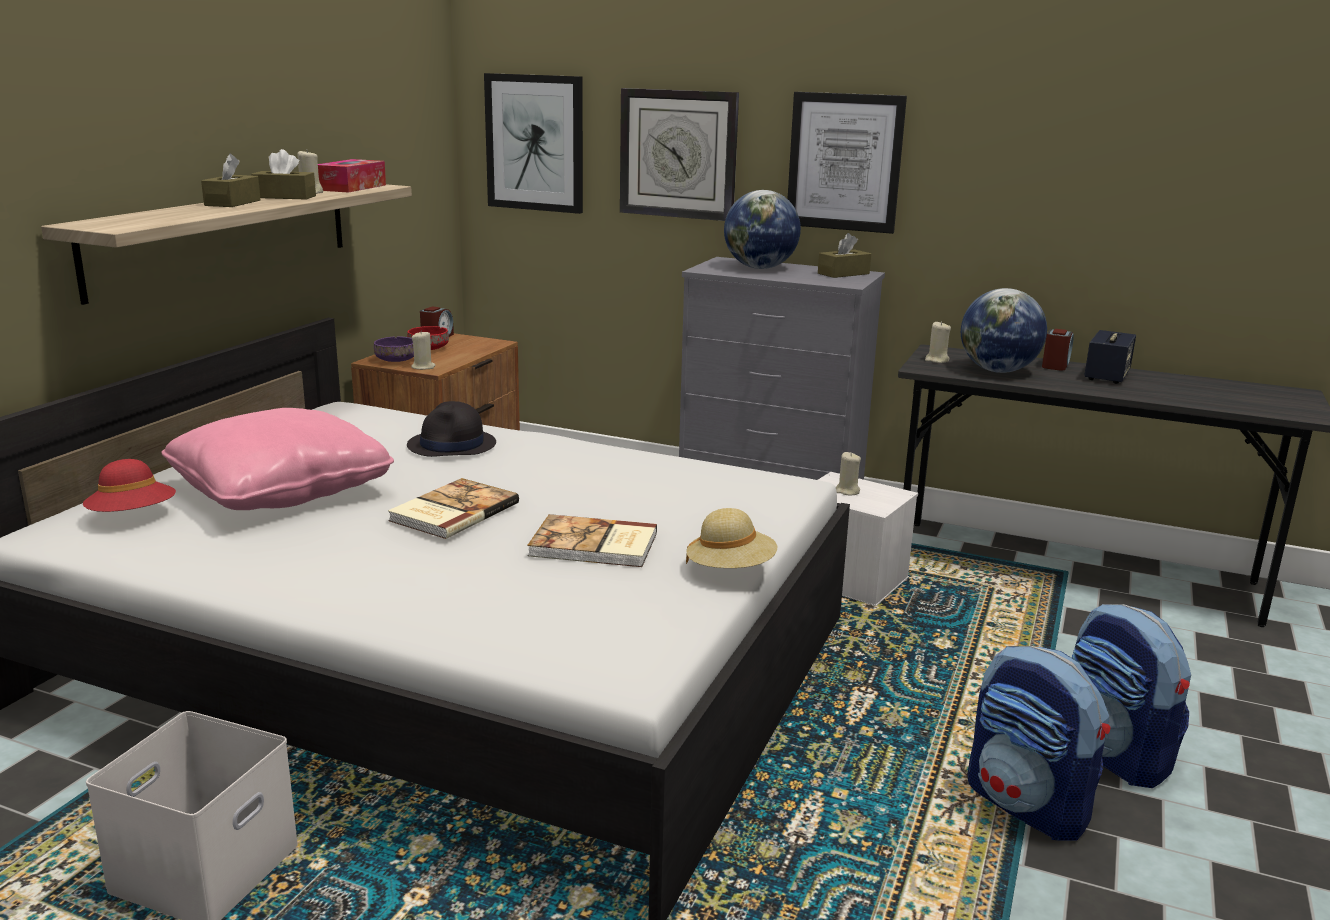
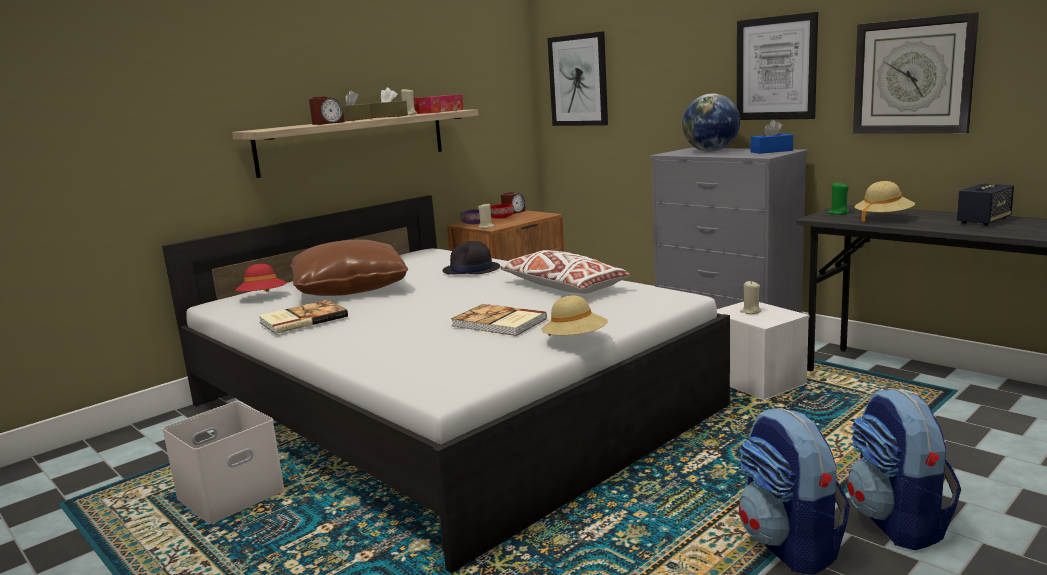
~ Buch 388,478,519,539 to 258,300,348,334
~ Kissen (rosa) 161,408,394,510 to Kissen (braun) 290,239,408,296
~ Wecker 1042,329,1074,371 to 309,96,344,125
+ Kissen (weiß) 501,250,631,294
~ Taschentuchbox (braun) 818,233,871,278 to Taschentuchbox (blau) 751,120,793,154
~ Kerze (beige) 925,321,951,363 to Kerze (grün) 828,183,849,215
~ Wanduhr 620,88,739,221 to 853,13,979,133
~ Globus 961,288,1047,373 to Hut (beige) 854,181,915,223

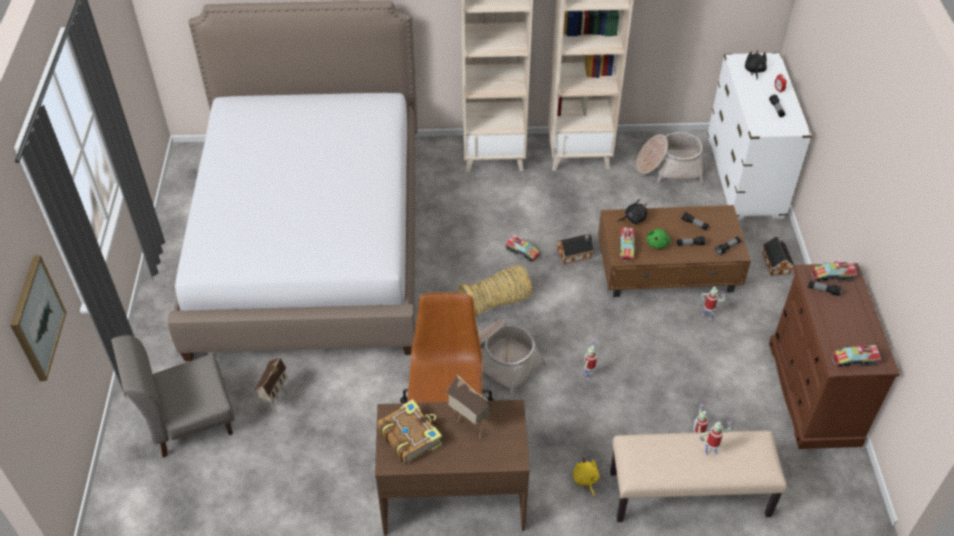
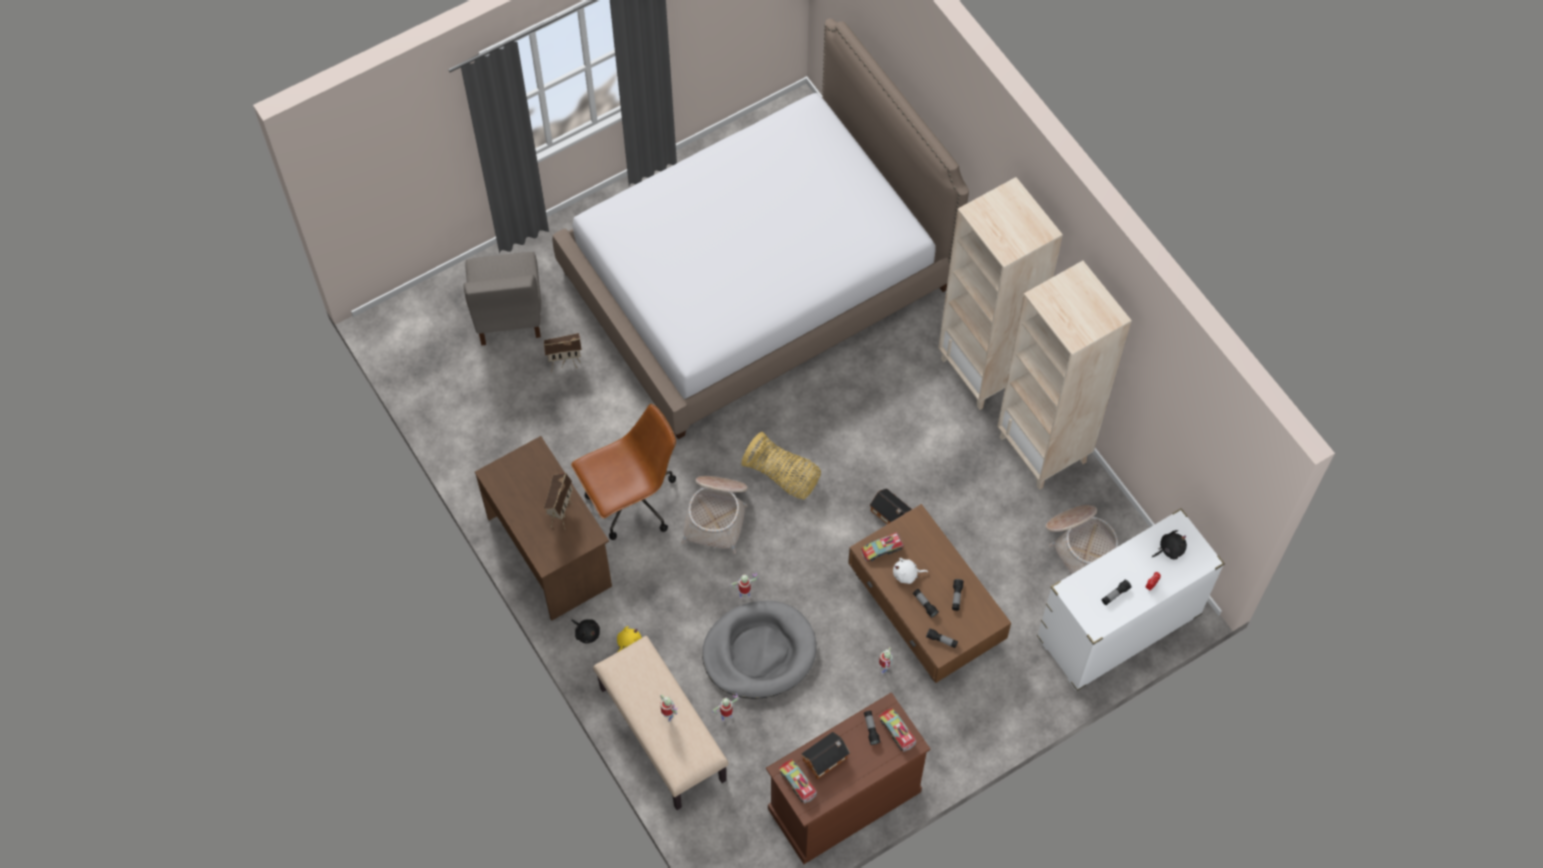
~ Stuhl (grau) 111,335,235,457 = 463,252,541,346 135 degrees counterclockwise
~ Plüschtier (schwarz) 617,199,647,224 to 571,619,600,644
+ Hundebett (grau) 702,601,817,699
~ Spielzeughaus 762,237,794,276 to 801,732,850,779
~ Plüschtier (grün) 647,229,670,249 to Plüschtier (weiß) 893,558,928,584
- Bild 10,255,67,381
- Buch 378,399,442,464
- Spielzeuglaster 505,235,540,261

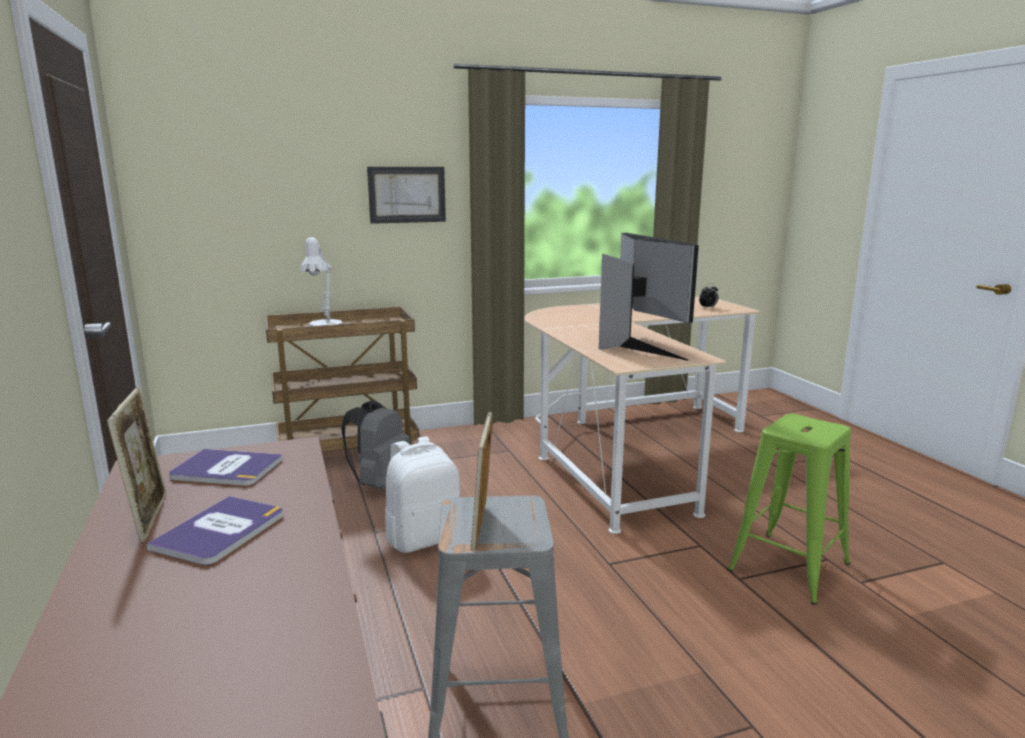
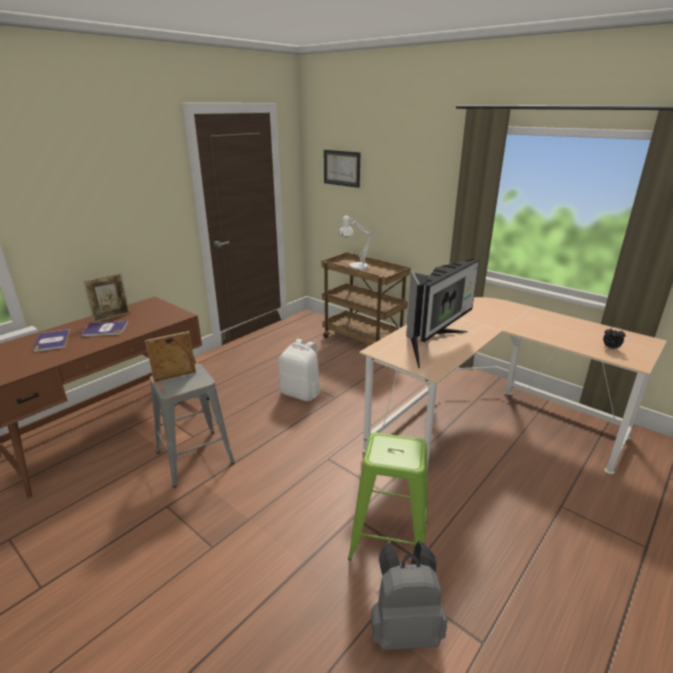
~ Buch 169,449,283,486 to 33,329,71,352
~ Bild 367,167,446,224 to 324,150,360,188
~ Rucksack (grau) 341,400,410,489 to 371,541,447,650

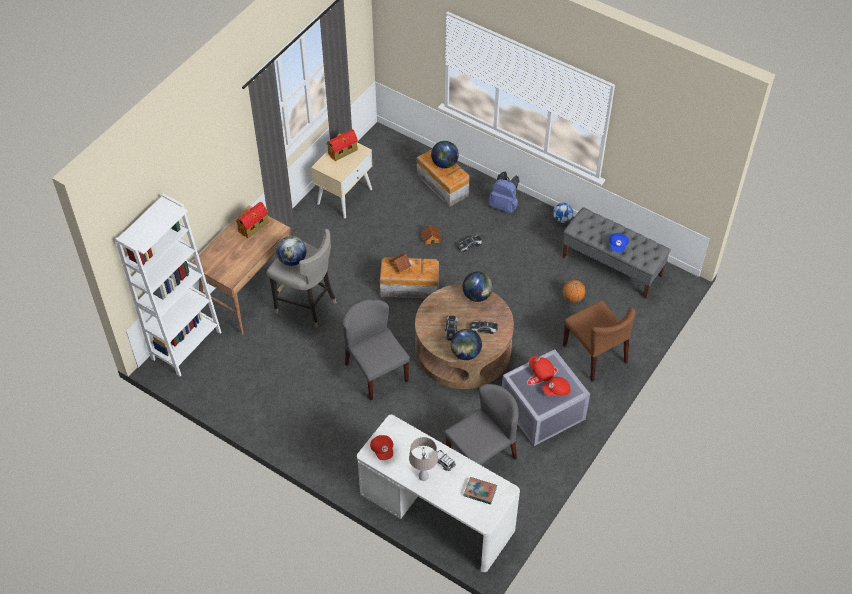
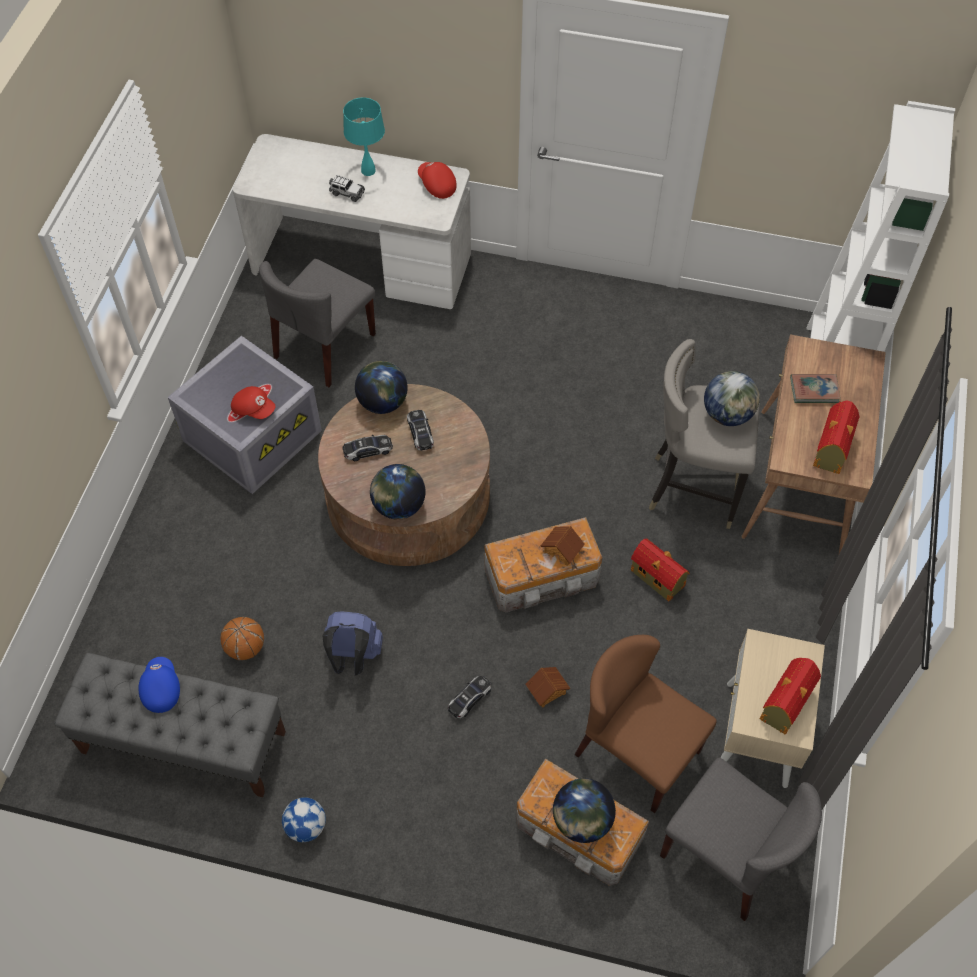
~ Rucksack (blau) 488,171,519,213 to 322,611,383,675
~ Tischlampe (beige) 409,437,438,481 to Tischlampe (türkis) 343,98,385,176
~ Stuhl (braun) 563,300,635,381 to 575,635,717,813
+ Spielzeughaus 631,539,689,601
~ Stuhl (grau) 343,299,410,400 to 660,757,822,921
~ Buch 464,477,497,505 to 790,374,841,403
- Kappe (rot) 542,377,571,396

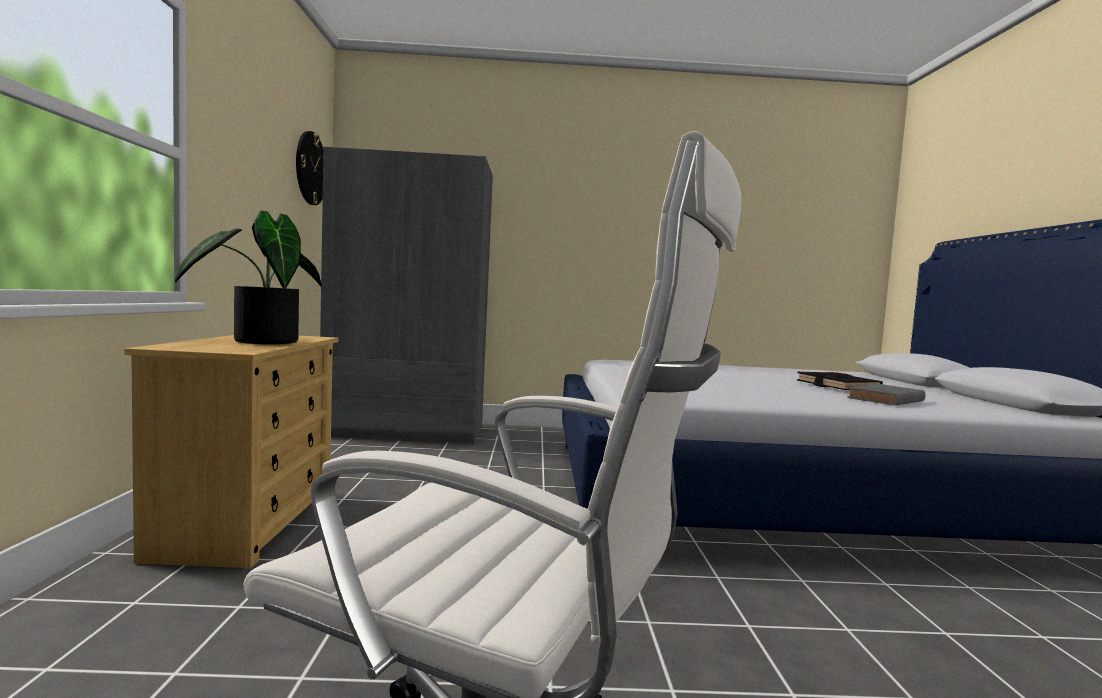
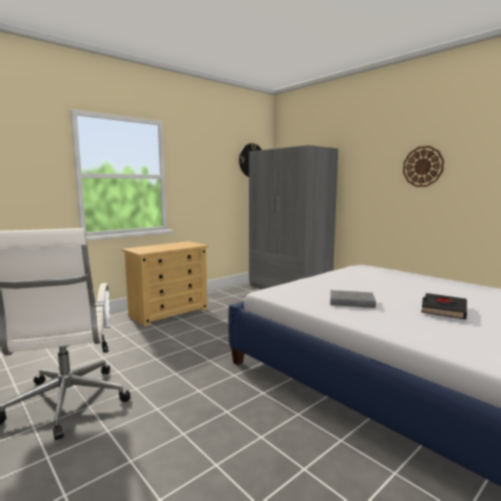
~ Buch (grau) 847,384,925,406 to 330,290,376,308
+ Wanduhr 403,146,444,187
- Topfpflanze 175,211,322,344

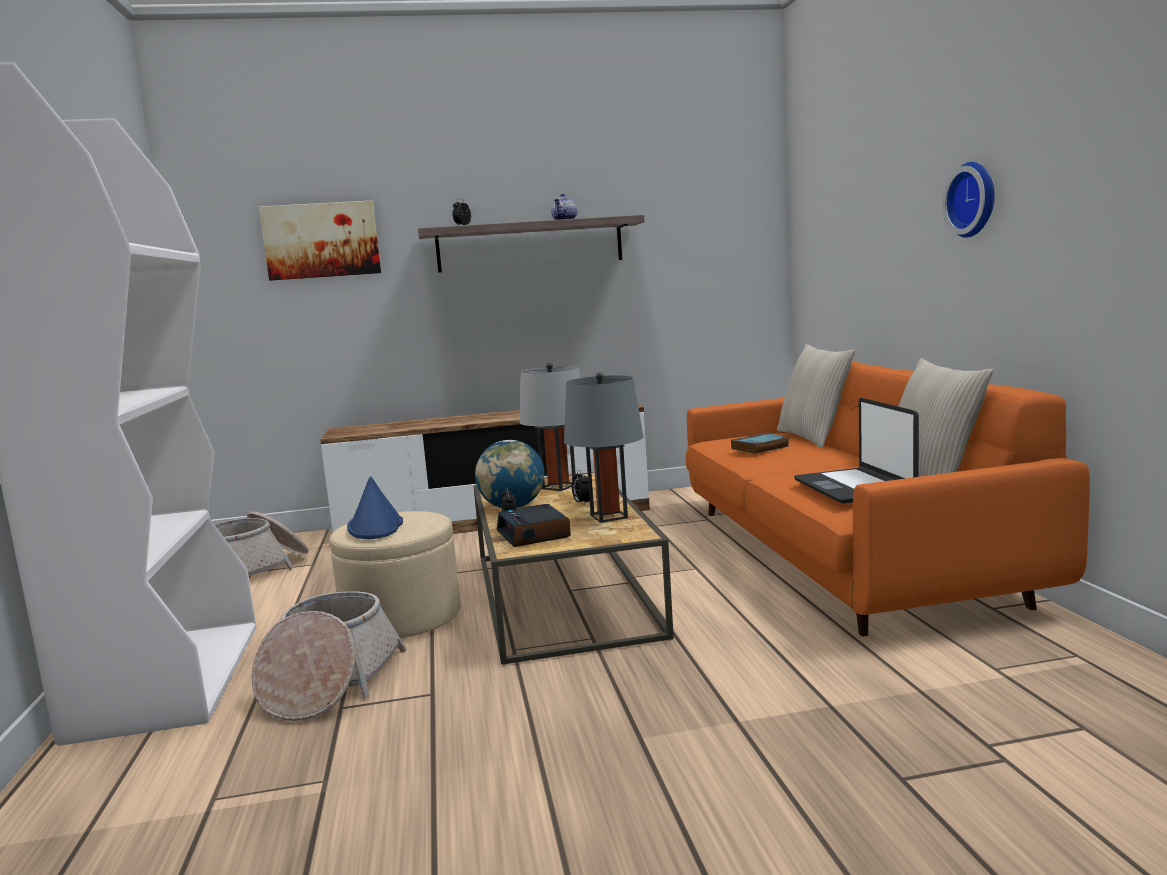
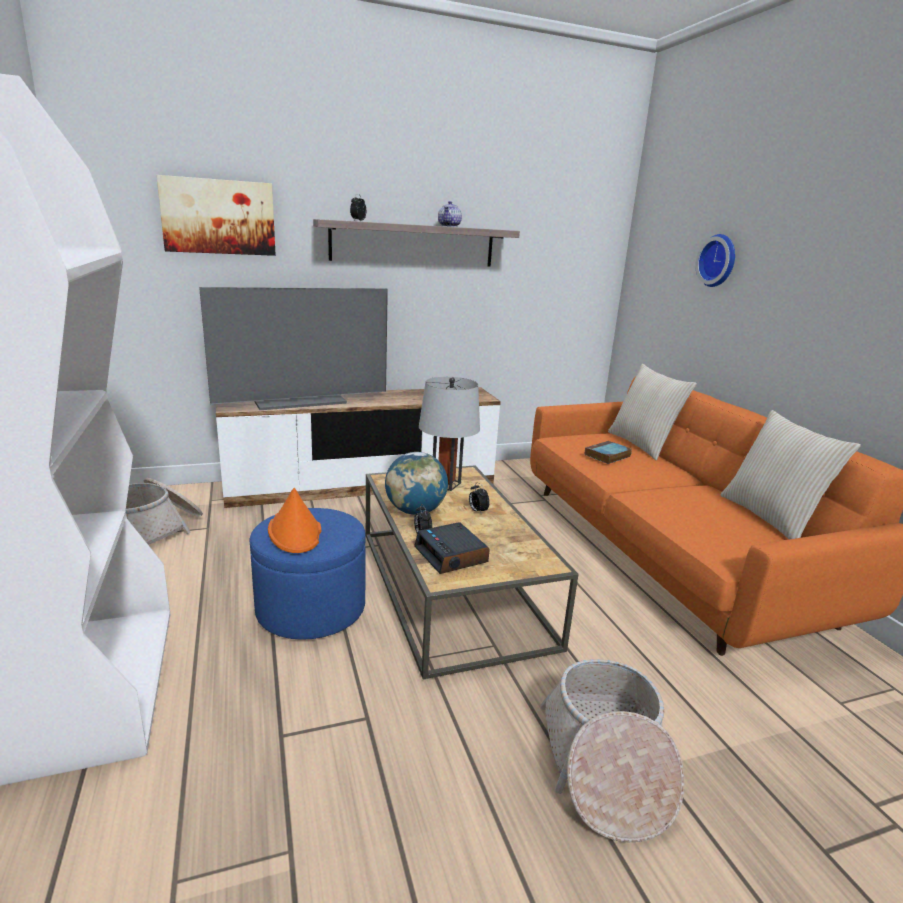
+ Fernseher 199,287,388,410
~ Polsterhocker (beige) 329,511,461,638 to Polsterhocker (blau) 250,508,366,640
~ Hut (blau) 347,476,403,539 to Hut (orange) 268,488,321,553
~ Korb 252,591,407,721 to 540,659,684,842
~ Wanduhr 942,162,995,238 to 695,234,735,287
- Tischlampe (grau) 564,372,644,523
- Laptop 794,398,919,504

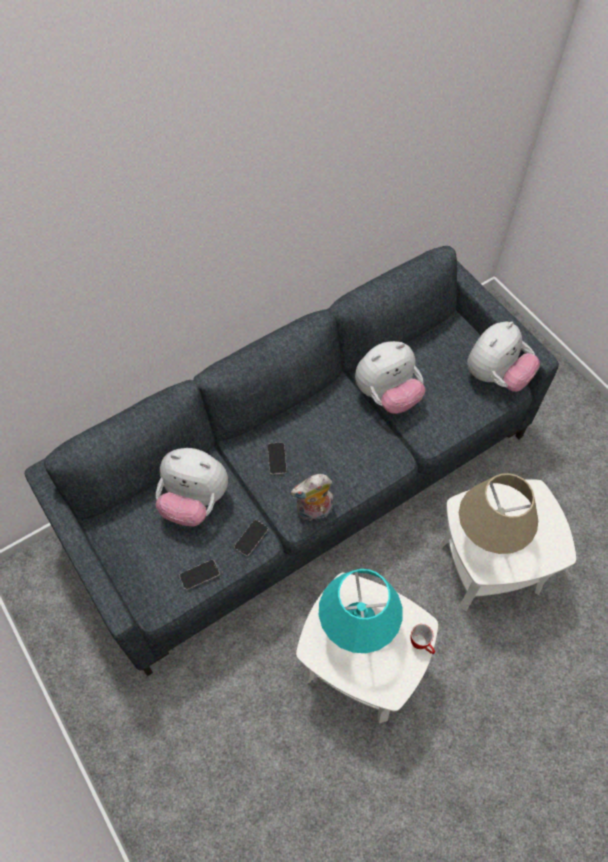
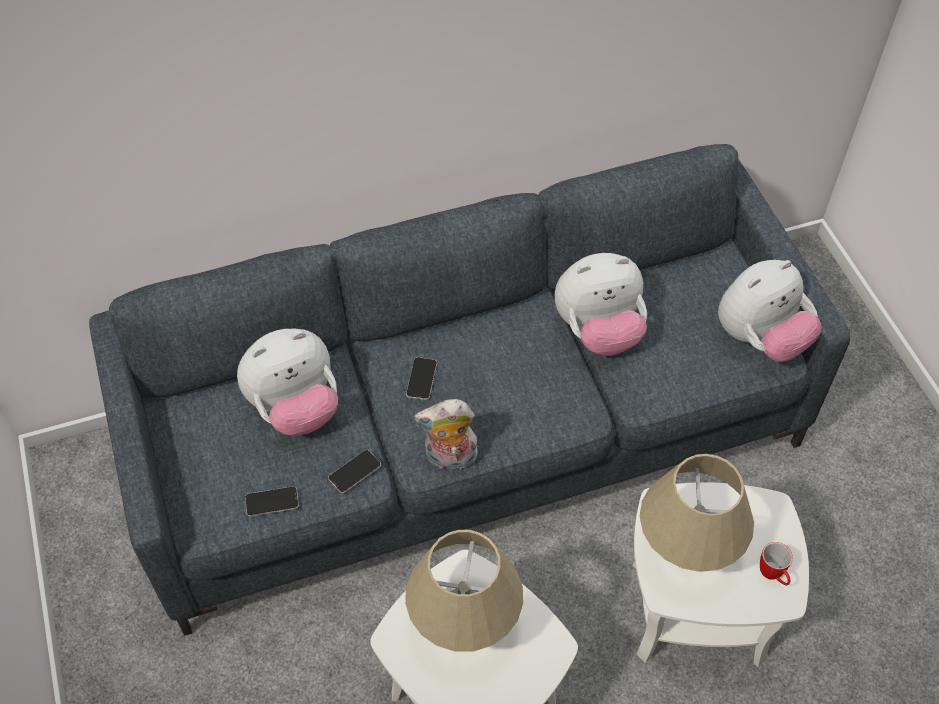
~ Plüschtier 156,448,228,527 = 237,329,338,436 60 degrees counterclockwise
~ Tischlampe (türkis) 319,569,402,653 to Tischlampe (beige) 405,530,523,651
~ Henkelbecher 411,624,435,654 to 760,542,793,585

